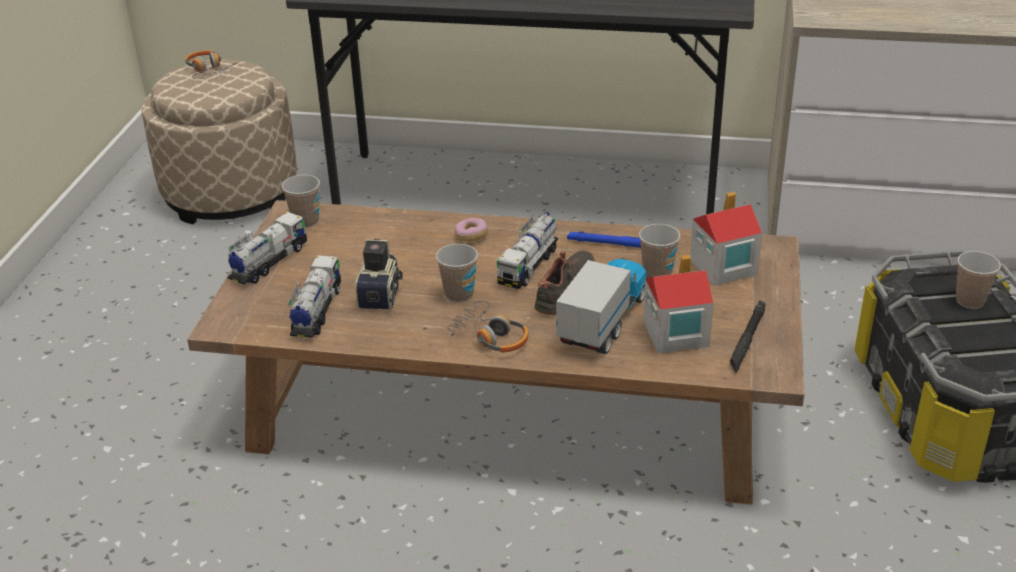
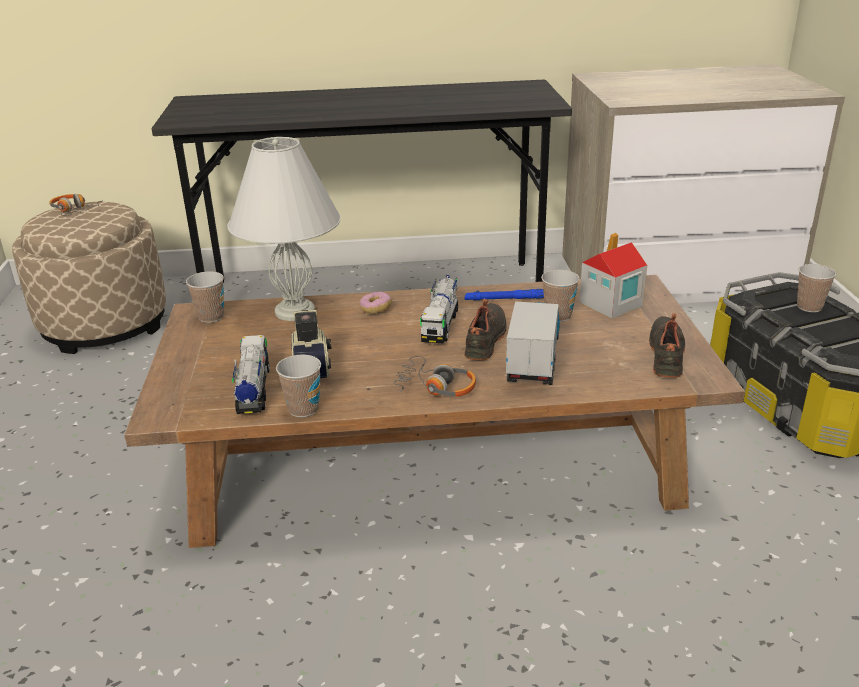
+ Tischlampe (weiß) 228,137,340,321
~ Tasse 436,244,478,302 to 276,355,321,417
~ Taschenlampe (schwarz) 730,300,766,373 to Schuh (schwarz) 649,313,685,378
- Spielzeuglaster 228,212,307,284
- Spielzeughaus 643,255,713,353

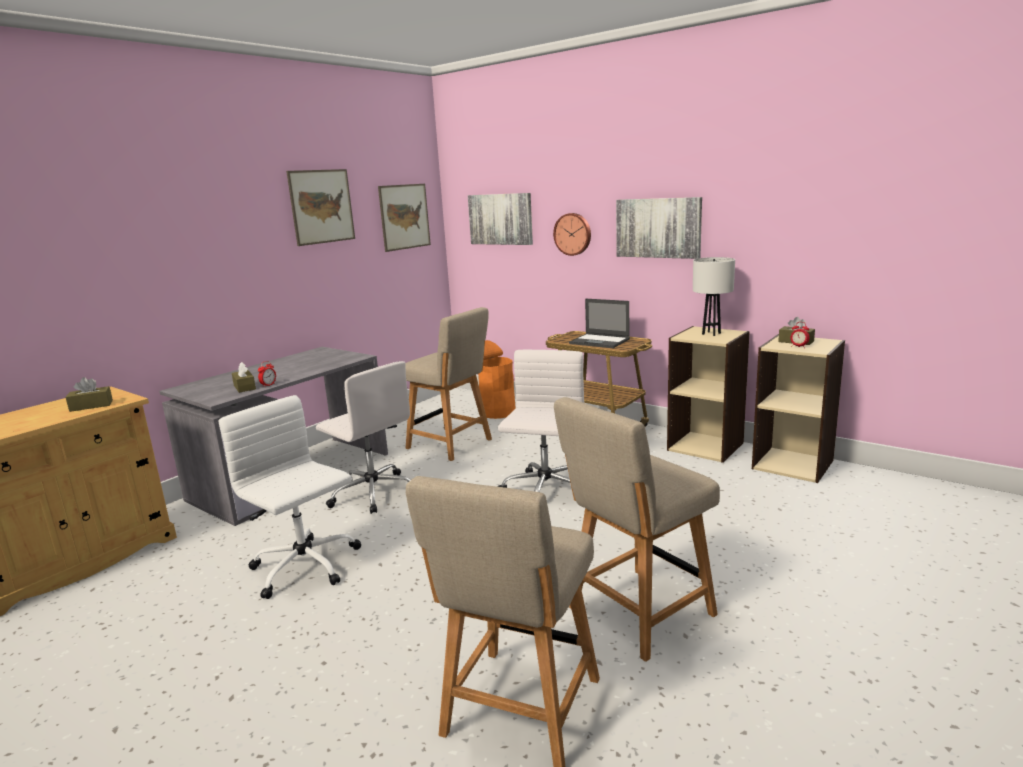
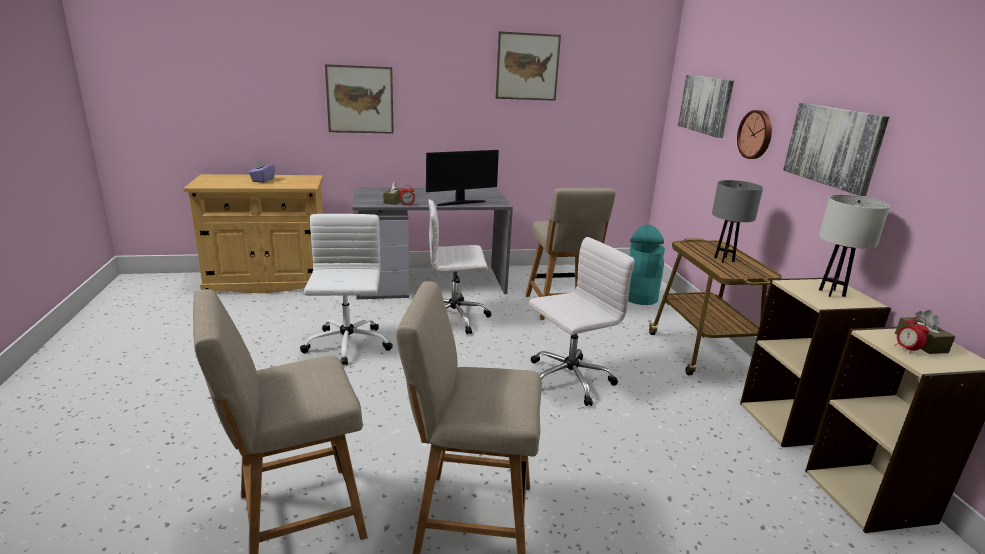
+ Taschentuchbox (lila) 249,160,275,183
~ Bild 378,184,431,252 to 325,64,394,134
+ Monitor 426,150,499,206
~ Bürostuhl (weiß) 316,361,410,514 = 428,199,491,334 90 degrees clockwise
~ Mülleimer (orange) 478,340,516,419 to Mülleimer (türkis) 628,225,665,305
~ Laptop 569,298,630,348 to Tischlampe (grau) 712,180,763,263
- Taschentuchbox (braun) 65,377,113,412

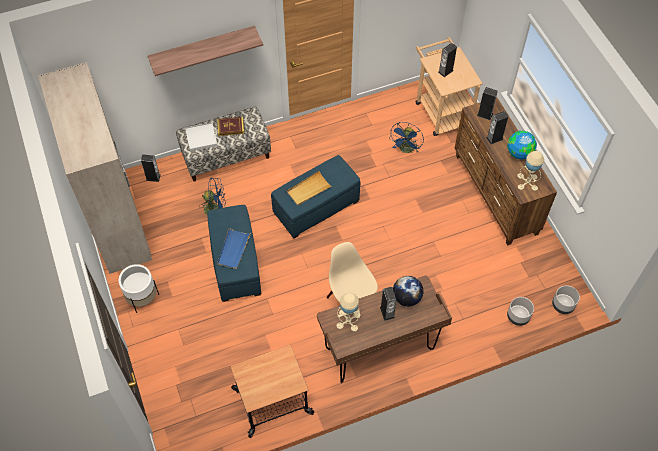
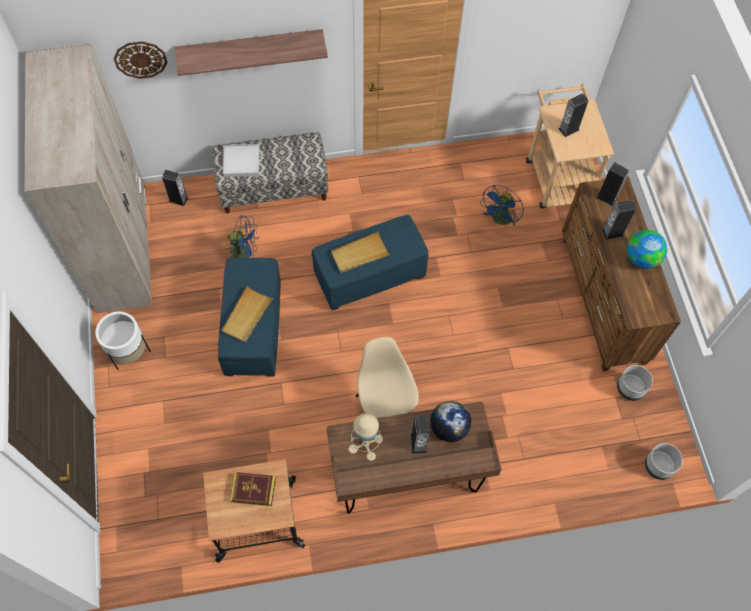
+ Wanduhr 114,41,167,79
~ Tablett (blau) 217,228,251,269 to Tablett (beige) 221,286,273,342
~ Buch 217,117,244,136 to 230,472,276,506
~ Pflanzkübel (grau) 507,297,534,326 to 617,365,653,401
- Tischlampe (beige) 517,151,544,191

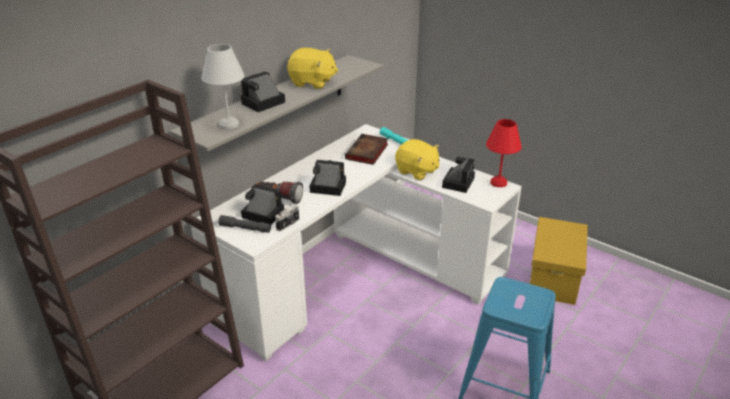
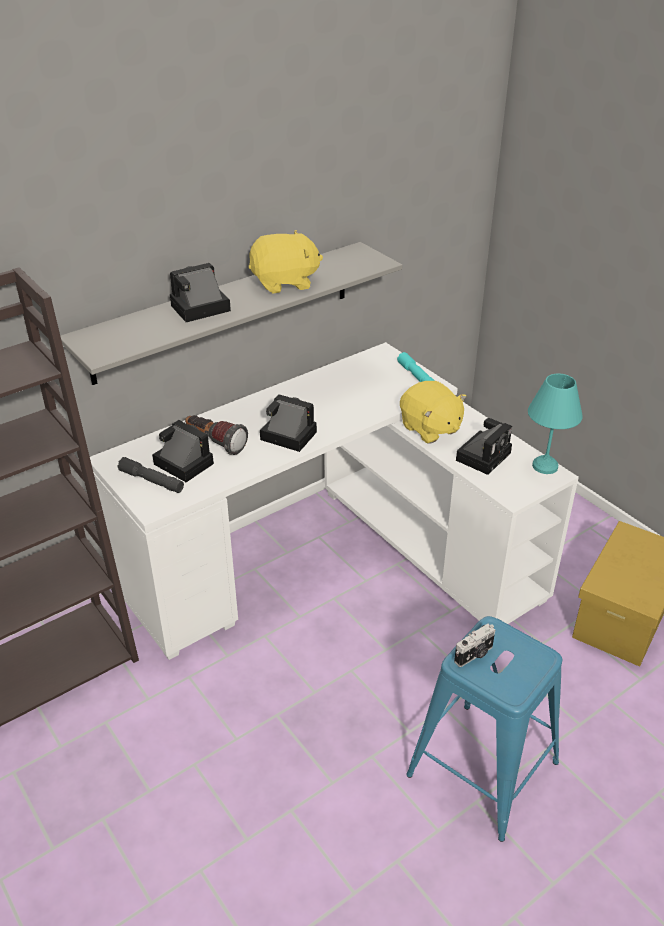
~ Plüschtier (gelb) 287,48,338,89 = 249,230,323,293 45 degrees counterclockwise
~ Kamera 275,204,299,231 to 454,624,495,667
~ Tischlampe (rot) 486,119,522,187 to Tischlampe (türkis) 528,373,583,474
- Tischlampe (weiß) 201,44,245,129
- Buch 345,134,388,165

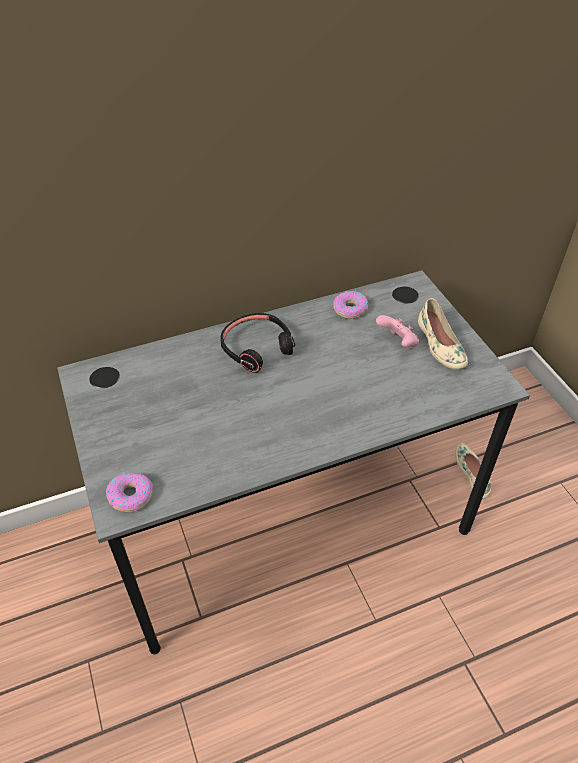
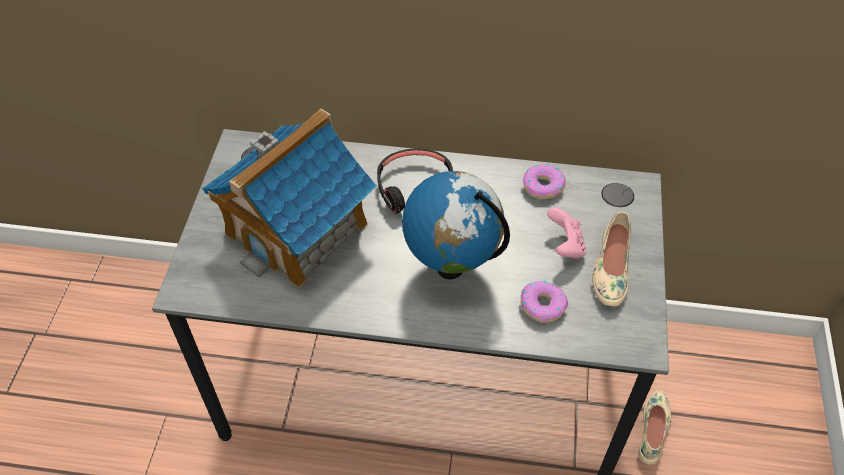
+ Spielzeughaus 202,109,377,288
+ Globus 402,171,510,279
~ Donut 106,473,153,512 to 521,280,568,323

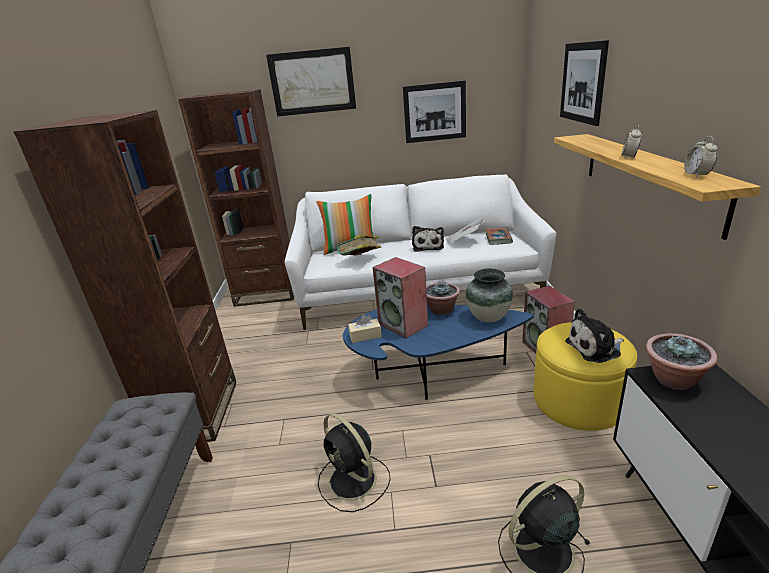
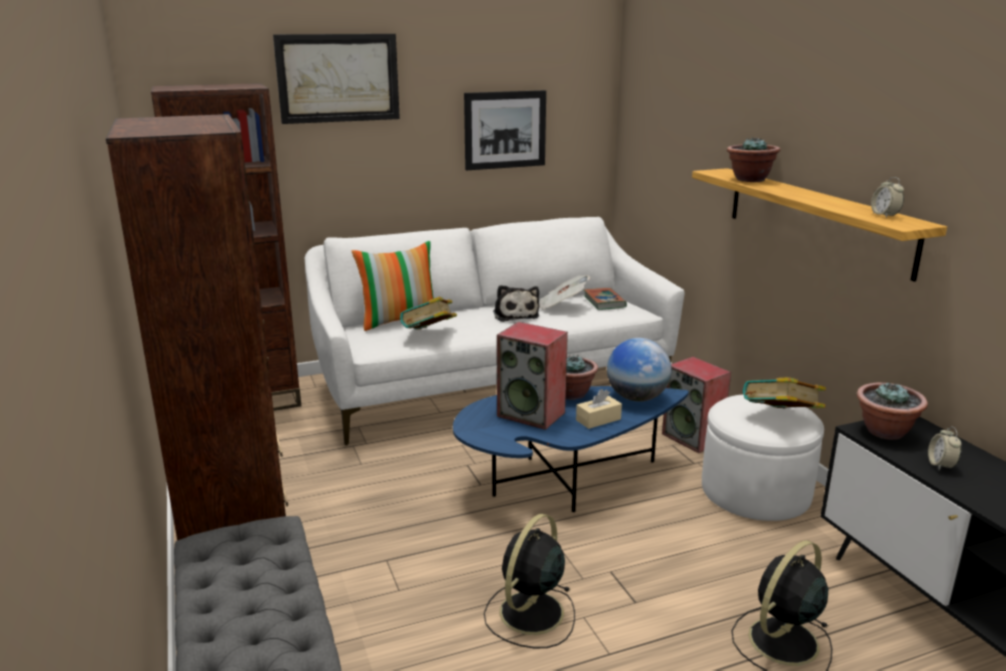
~ Ventilator (schwarz) 318,413,390,512 = 484,514,575,649 90 degrees clockwise
~ Taschentuchbox (beige) 348,314,382,343 to 576,389,622,429
~ Vase 466,269,513,322 to Globus 607,338,672,402
~ Polsterhocker (gelb) 534,322,637,431 to Polsterhocker (weiß) 702,395,824,521
+ Topfpflanze 727,137,780,182
~ Plüschtier 565,308,624,363 to Buch 743,377,826,409
~ Wecker 621,125,642,158 to 928,426,962,471
- Bild 560,40,609,126

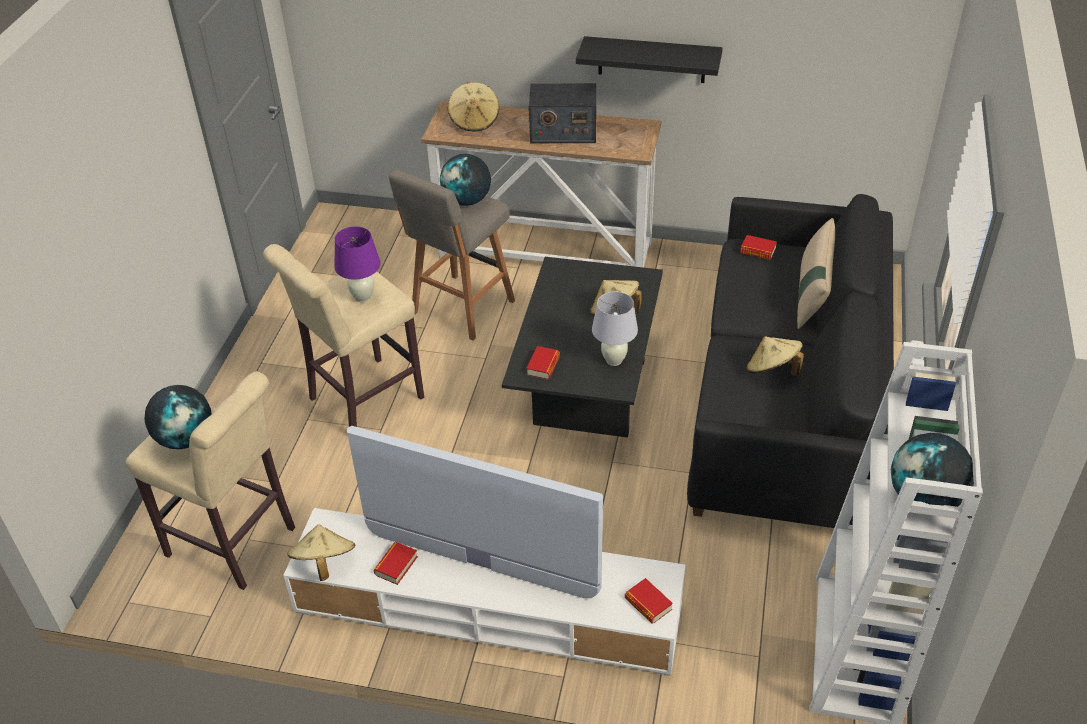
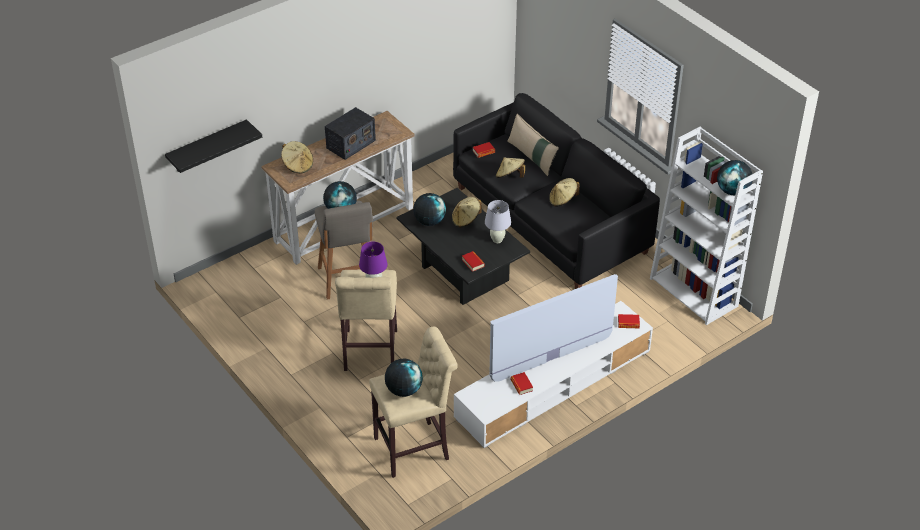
~ Wandregal (schwarz) 576,36,723,83 to 165,119,262,173
+ Globus 413,193,446,226
~ Hut (beige) 287,524,355,581 to 496,157,525,178

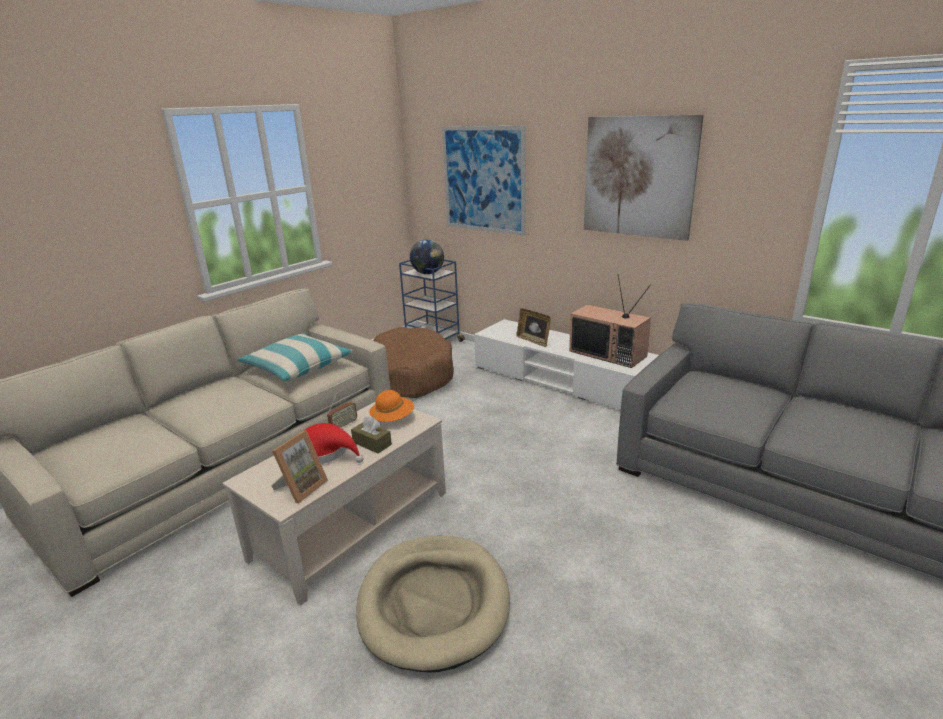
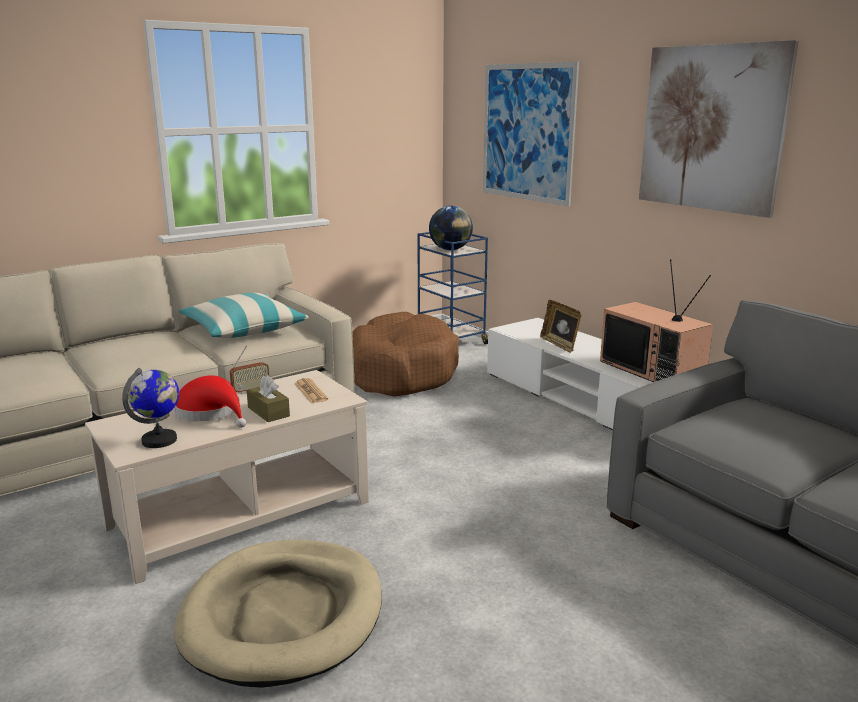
~ Bilderrahmen 271,430,328,503 to Globus 122,368,179,448
~ Hut (orange) 369,390,414,422 to Zeitung 294,378,328,403

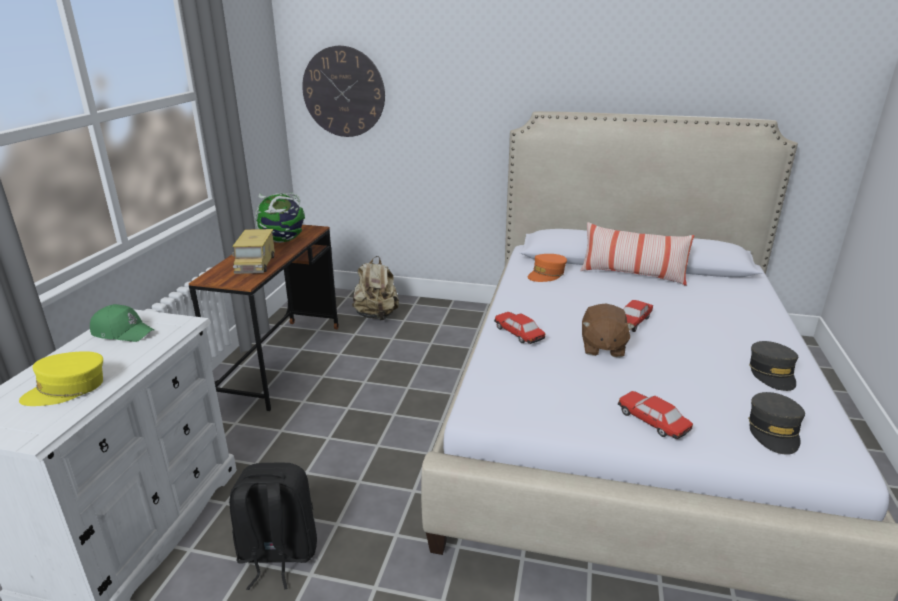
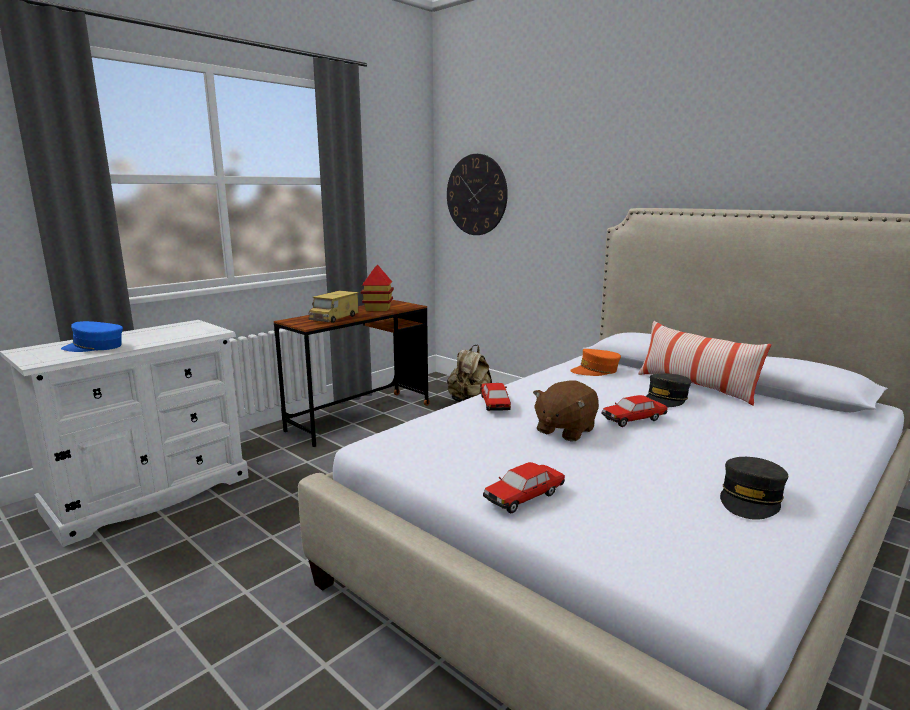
~ Kappe (gelb) 19,351,103,406 to Kappe (blau) 61,321,123,352
~ Globus 255,193,305,243 to Spielzeughaus 361,265,394,311
~ Spielzeugauto 618,391,693,439 = 483,462,565,513 120 degrees counterclockwise
~ Kappe (grau) 748,392,805,455 to 646,374,691,407
- Kappe (grün) 90,304,154,342
- Rucksack (schwarz) 229,463,317,590

